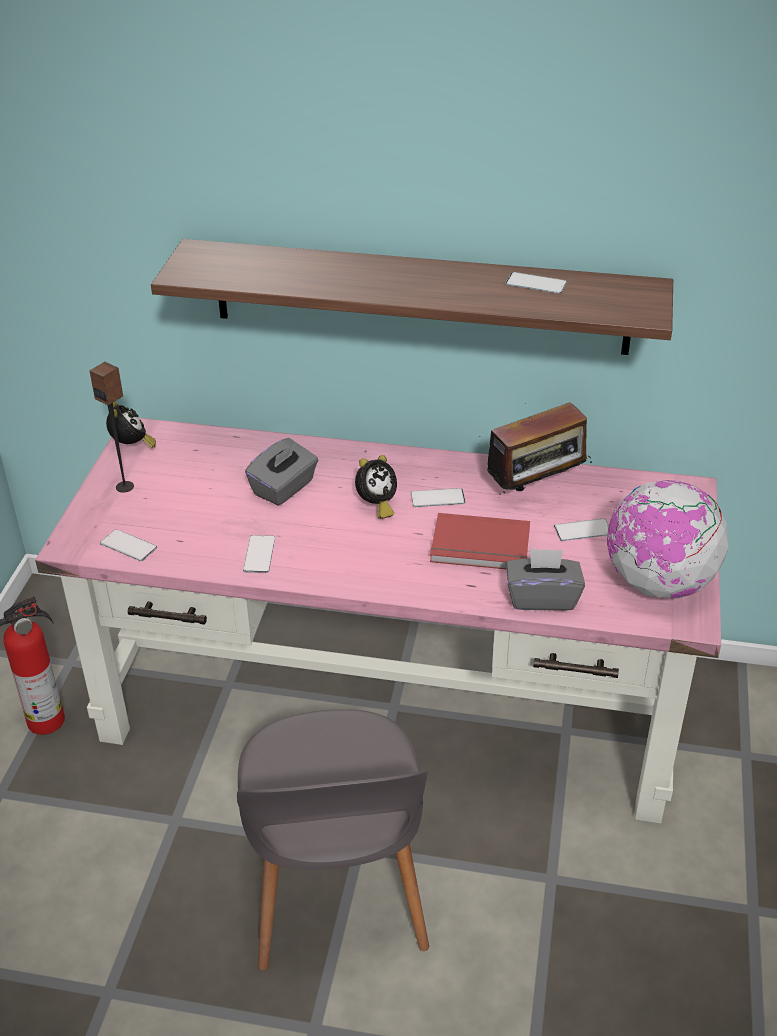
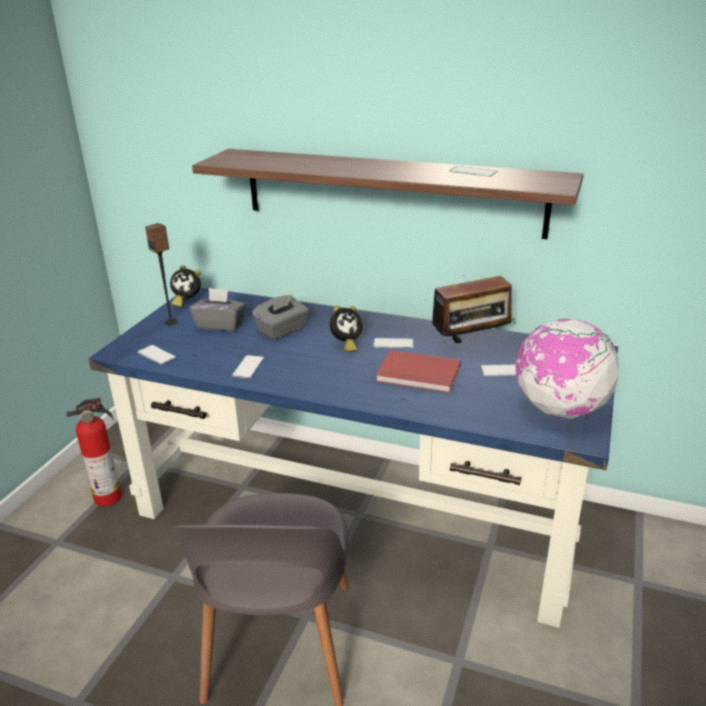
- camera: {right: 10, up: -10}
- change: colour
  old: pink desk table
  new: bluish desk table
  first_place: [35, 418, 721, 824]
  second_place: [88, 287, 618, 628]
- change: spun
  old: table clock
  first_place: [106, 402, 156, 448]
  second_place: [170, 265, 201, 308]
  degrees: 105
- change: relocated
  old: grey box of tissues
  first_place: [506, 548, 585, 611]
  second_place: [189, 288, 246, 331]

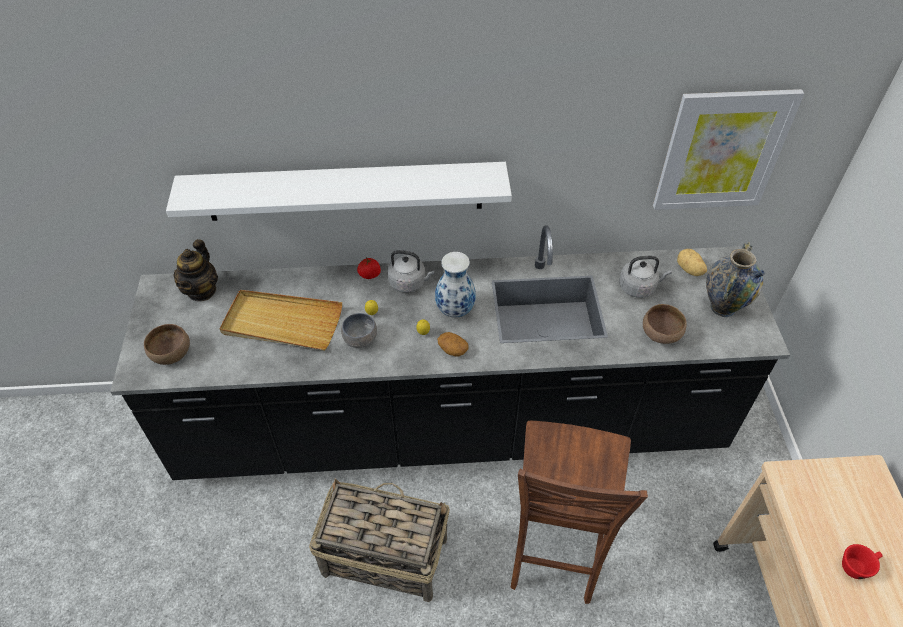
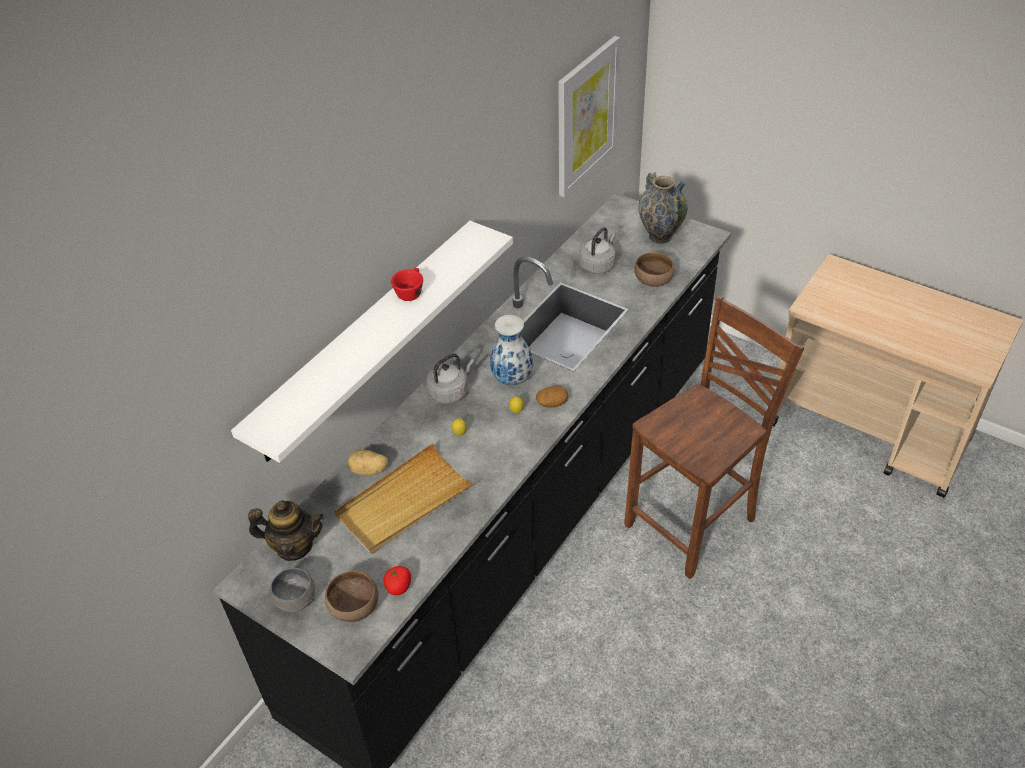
- camera: {right: -50, up: -5}
- change: spun
  old: teapot
  first_place: [173, 239, 218, 301]
  second_place: [248, 501, 325, 561]
  degrees: -45
- change: missing
  old: storage basket
  first_place: [309, 478, 450, 602]
- change: relocated
  old: grey bowl
  first_place: [341, 313, 377, 348]
  second_place: [270, 568, 315, 612]
- change: relocated
  old: fresh tomato
  first_place: [357, 258, 381, 279]
  second_place: [383, 566, 411, 595]
- change: spun
  old: brownish upright chair
  first_place: [511, 421, 648, 604]
  second_place: [624, 296, 804, 579]
  degrees: -90
- change: relocated
  old: potato
  first_place: [677, 249, 707, 276]
  second_place: [348, 450, 388, 475]
- change: relocated
  old: reddish small cup
  first_place: [842, 544, 882, 579]
  second_place: [391, 268, 423, 301]

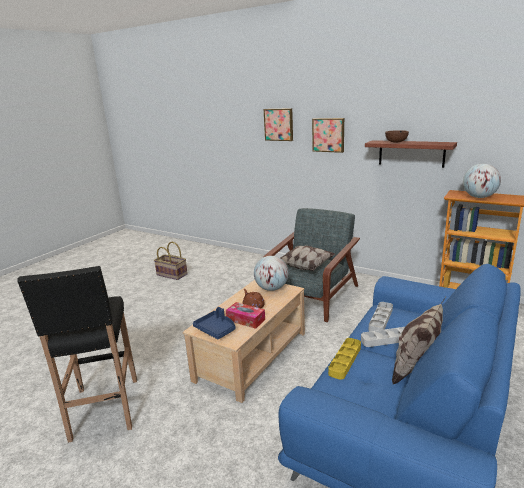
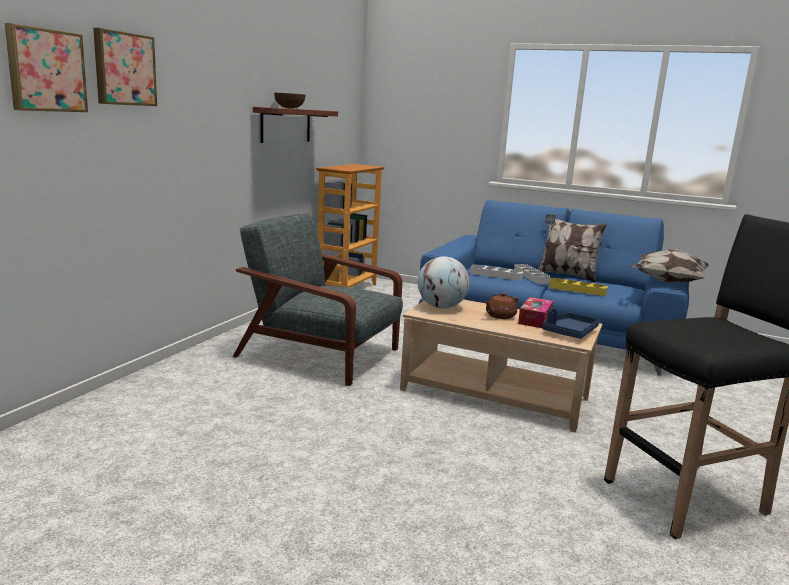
- camera: {right: -100, up: -5}
- change: missing
  old: storage basket
  first_place: [154, 242, 188, 280]
- change: relocated
  old: cushion
  first_place: [280, 246, 335, 271]
  second_place: [629, 249, 710, 283]
- change: relocated
  old: wall picture
  first_place: [312, 118, 344, 153]
  second_place: [5, 23, 88, 112]
- change: missing
  old: desk globe
  first_place: [463, 164, 501, 198]

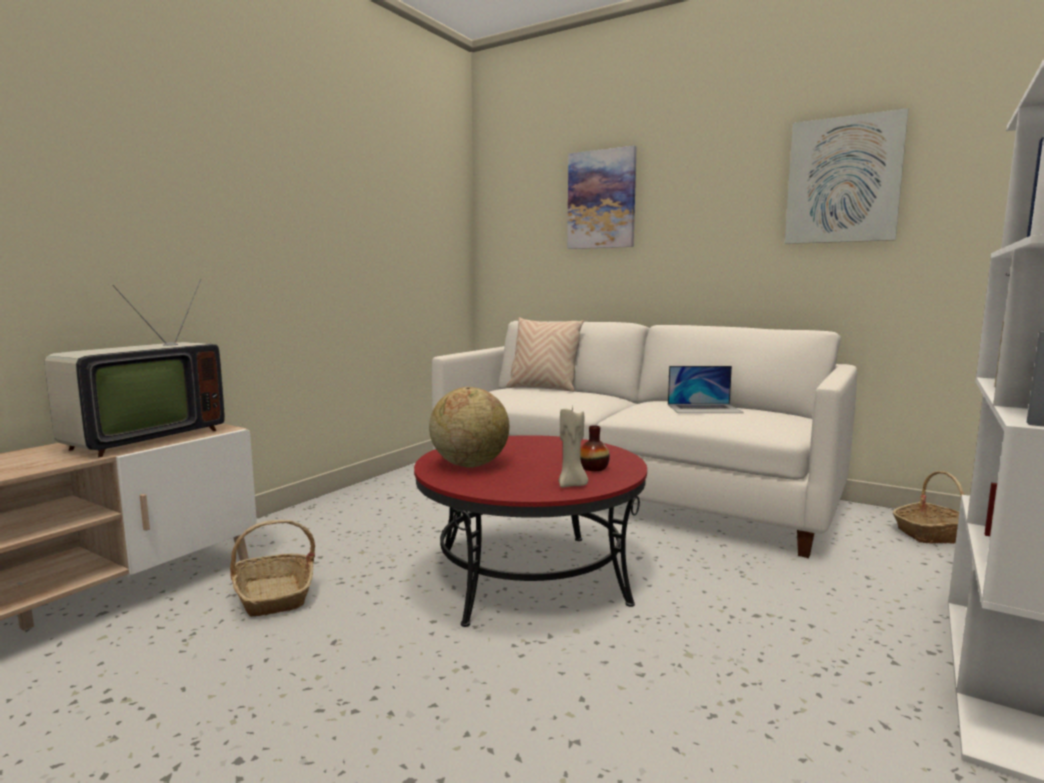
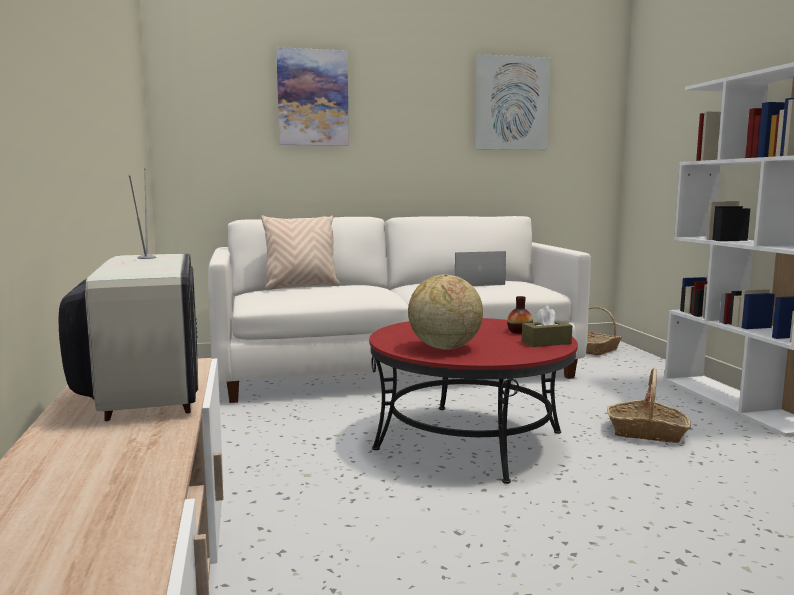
- camera: {right: -45, up: 0}
- change: relocated
  old: storage basket
  first_place: [230, 520, 315, 617]
  second_place: [607, 368, 691, 443]
- change: exchanged
  old: sand-coloured candle
  new: brownish box of tissues
  first_place: [559, 407, 588, 487]
  second_place: [522, 306, 572, 347]
- change: spun
  old: notebook computer
  first_place: [668, 366, 744, 413]
  second_place: [455, 251, 506, 286]
  degrees: -150

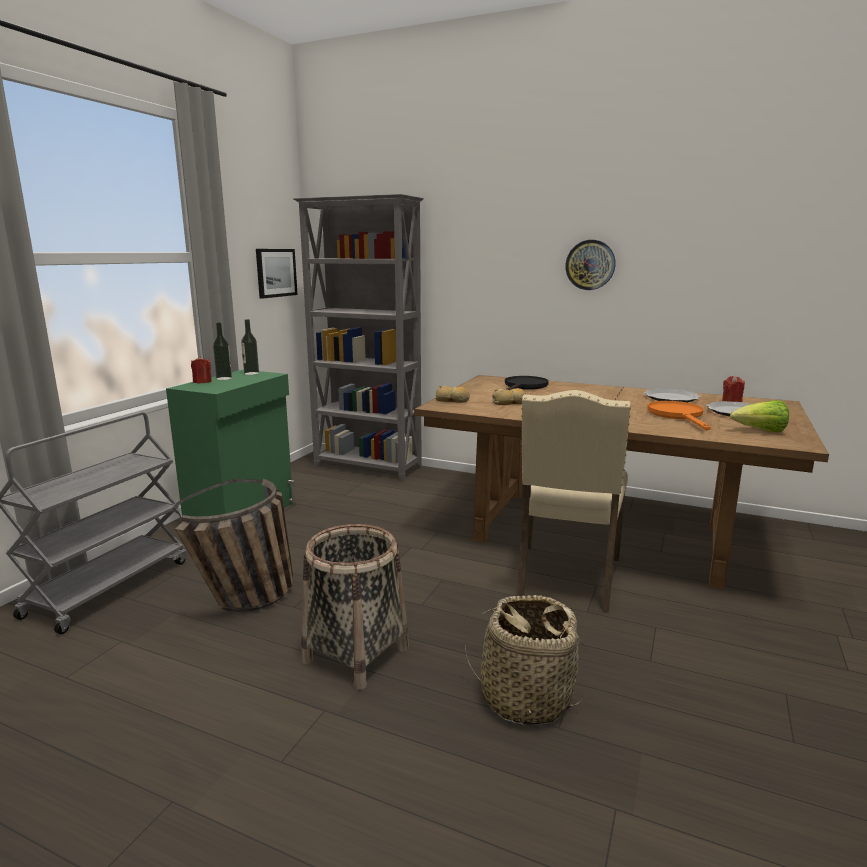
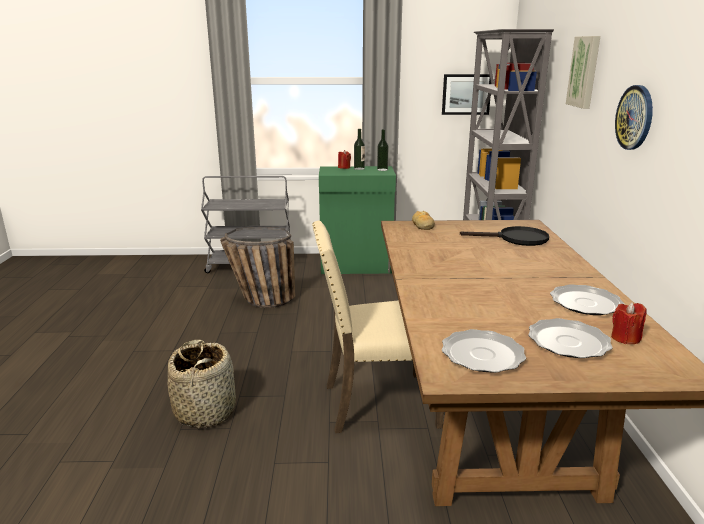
- camera: {right: 65, up: 5}
- change: missing
  old: storage basket
  first_place: [301, 524, 409, 690]
- change: missing
  old: bakery bread
  first_place: [492, 388, 527, 405]
- change: missing
  old: orange-coloured frying pan
  first_place: [647, 401, 711, 431]
- change: exchanged
  old: lettuce head
  new: dinner plate
  first_place: [730, 400, 789, 432]
  second_place: [442, 329, 526, 373]
- change: appeared
  new: wall picture
  second_place: [566, 36, 600, 109]

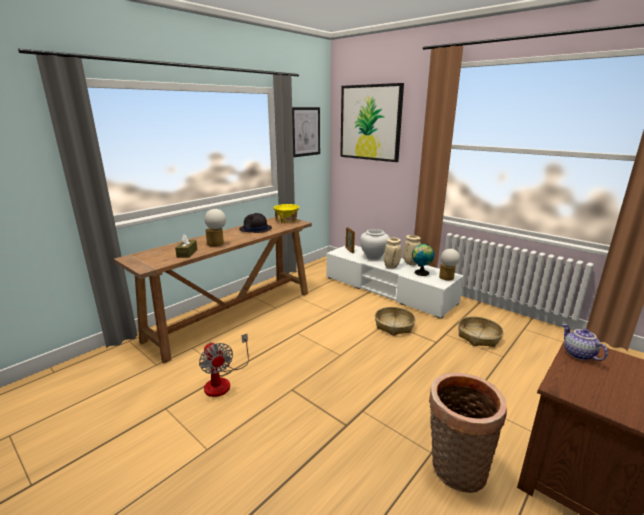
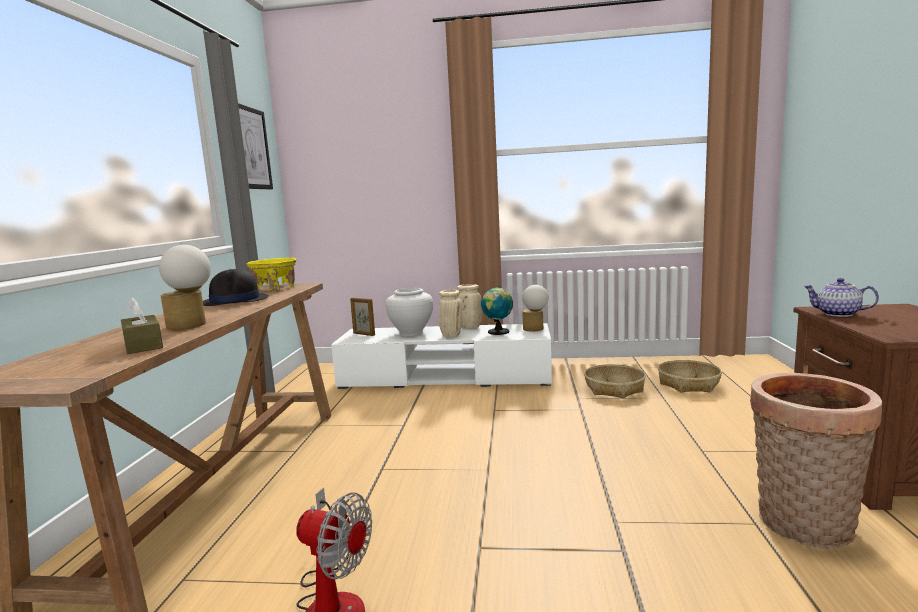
- camera: {right: -35, up: -10}
- change: missing
  old: wall picture
  first_place: [340, 83, 404, 162]
- change: relocated
  old: storage basket
  first_place: [375, 307, 416, 336]
  second_place: [658, 360, 722, 392]

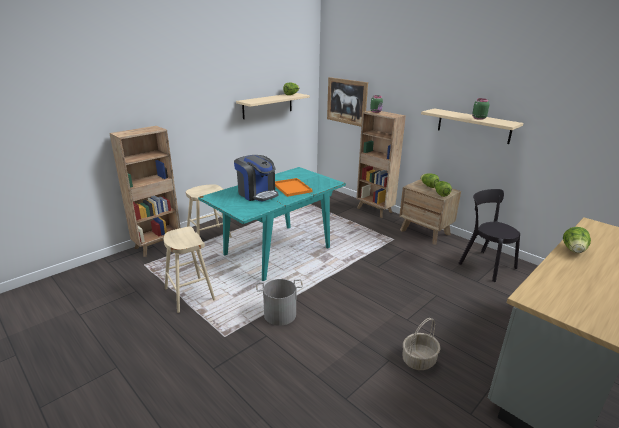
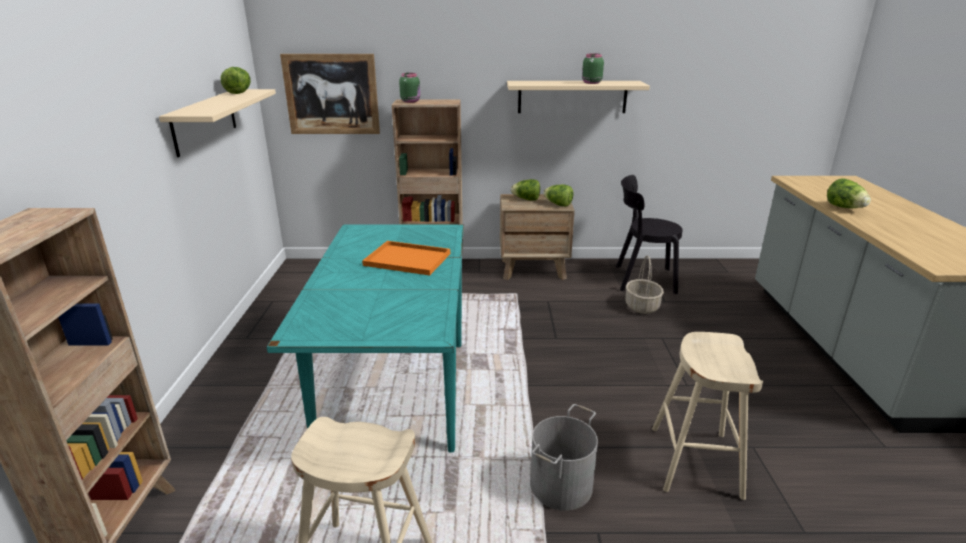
- camera: {right: -45, up: 0}
- change: relocated
  old: sand-coloured stool
  first_place: [186, 184, 232, 238]
  second_place: [652, 332, 763, 500]
- change: missing
  old: coffee brewer
  first_place: [234, 155, 279, 202]
- change: relocated
  old: storage basket
  first_place: [403, 318, 441, 370]
  second_place: [626, 255, 664, 314]

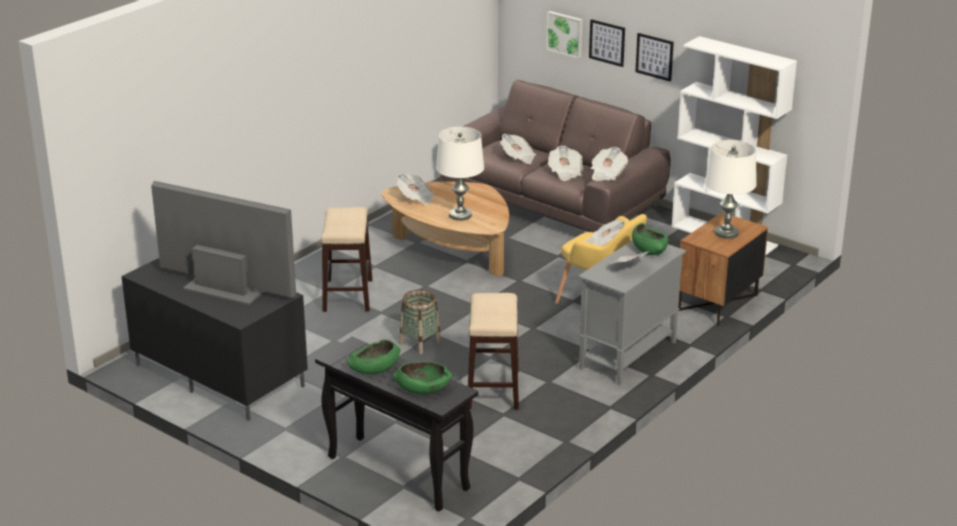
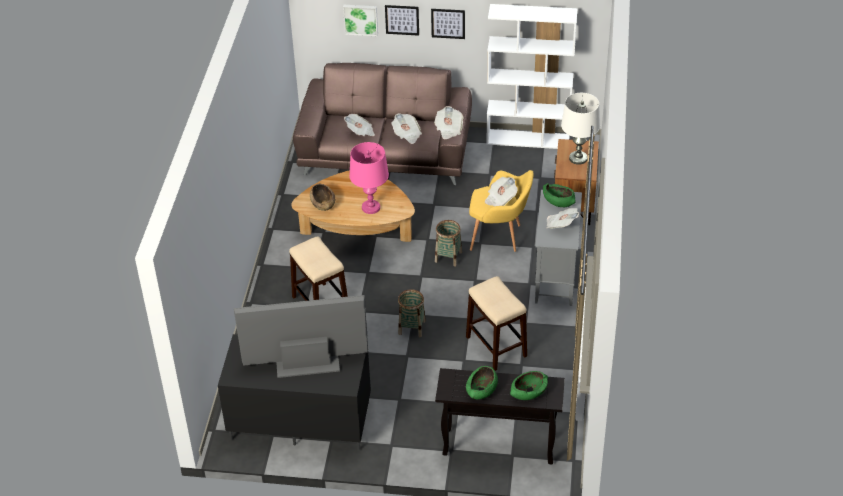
- camera: {right: -30, up: 15}
- change: exchanged
  old: printed paper
  new: brownish bowl
  first_place: [396, 174, 434, 205]
  second_place: [310, 184, 335, 211]
- change: colour
  old: white-coloured table lamp
  new: pink table lamp
  first_place: [436, 127, 484, 221]
  second_place: [349, 142, 389, 214]
- change: appeared
  new: storage basket
  second_place: [435, 220, 462, 267]

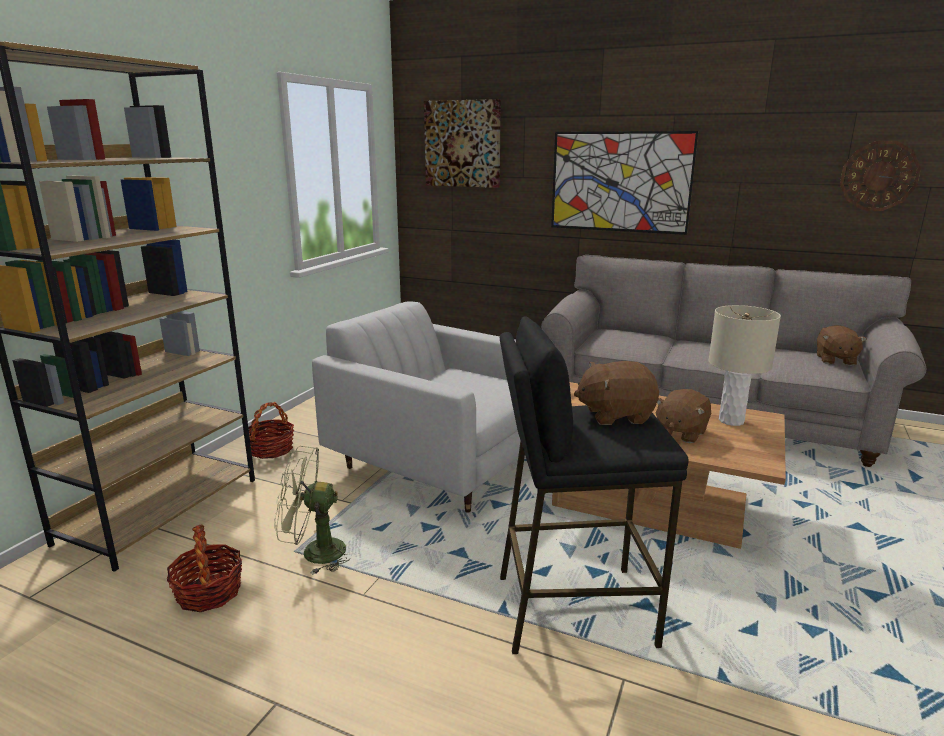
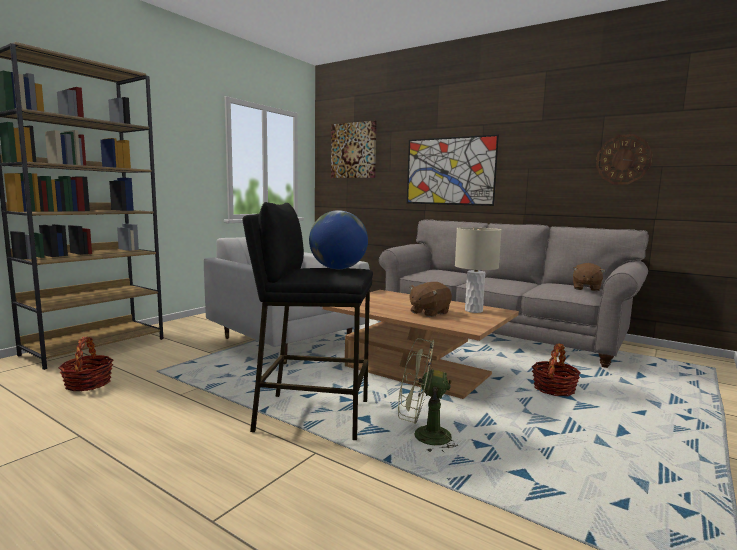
- camera: {right: 10, up: -10}
- change: relocated
  old: storage basket
  first_place: [248, 402, 294, 459]
  second_place: [532, 344, 581, 396]
- change: relocated
  old: greenish electric fan
  first_place: [274, 446, 350, 575]
  second_place: [398, 338, 458, 452]
- change: exchanged
  old: brownish plush toy
  new: desk globe
  first_place: [574, 361, 659, 425]
  second_place: [309, 210, 368, 269]

